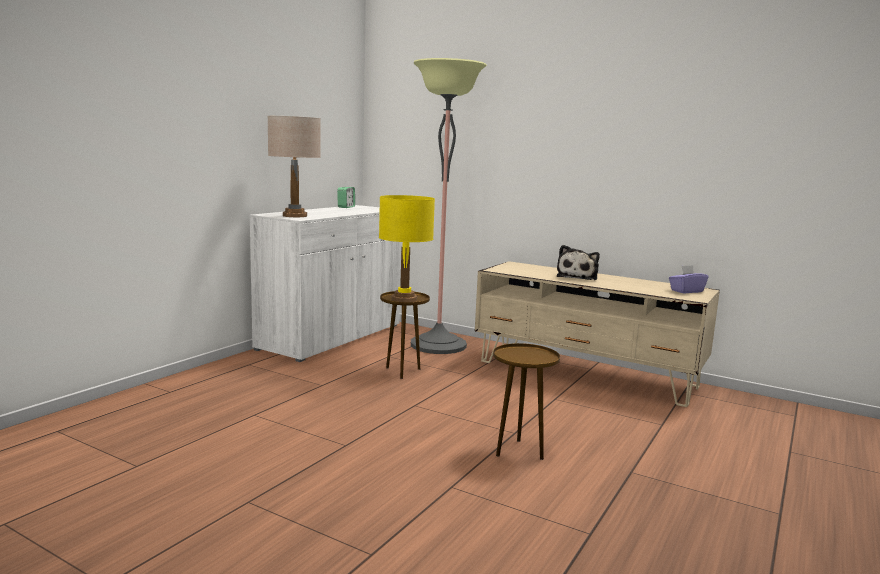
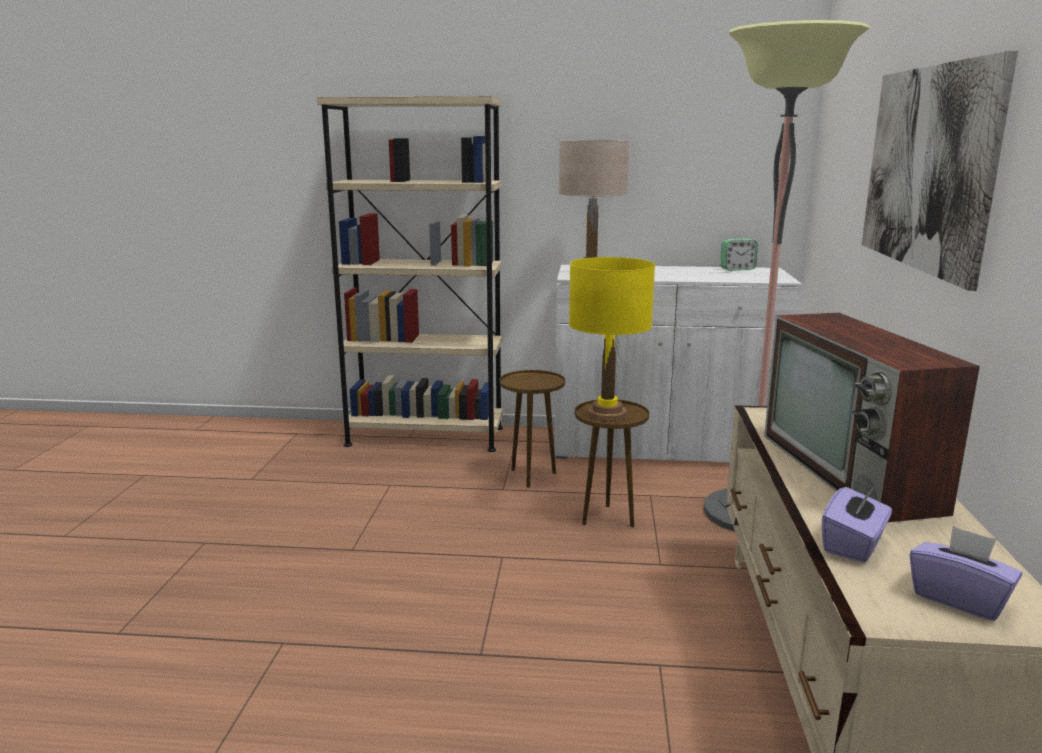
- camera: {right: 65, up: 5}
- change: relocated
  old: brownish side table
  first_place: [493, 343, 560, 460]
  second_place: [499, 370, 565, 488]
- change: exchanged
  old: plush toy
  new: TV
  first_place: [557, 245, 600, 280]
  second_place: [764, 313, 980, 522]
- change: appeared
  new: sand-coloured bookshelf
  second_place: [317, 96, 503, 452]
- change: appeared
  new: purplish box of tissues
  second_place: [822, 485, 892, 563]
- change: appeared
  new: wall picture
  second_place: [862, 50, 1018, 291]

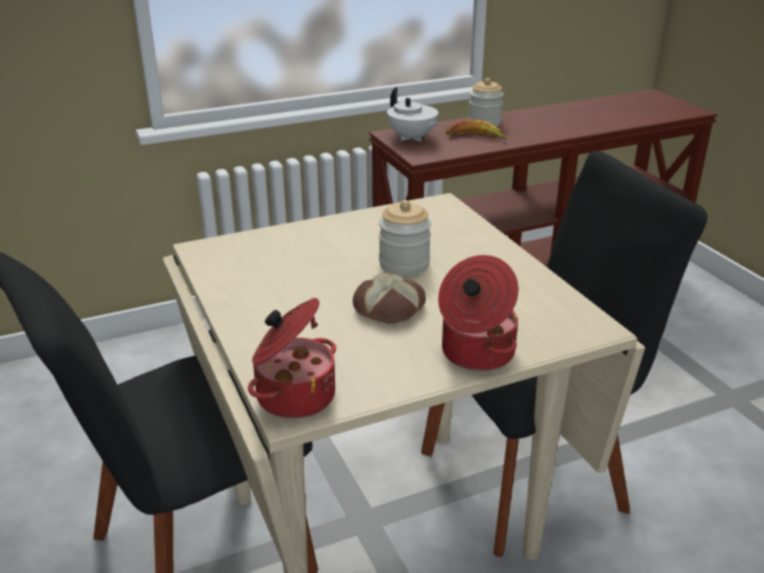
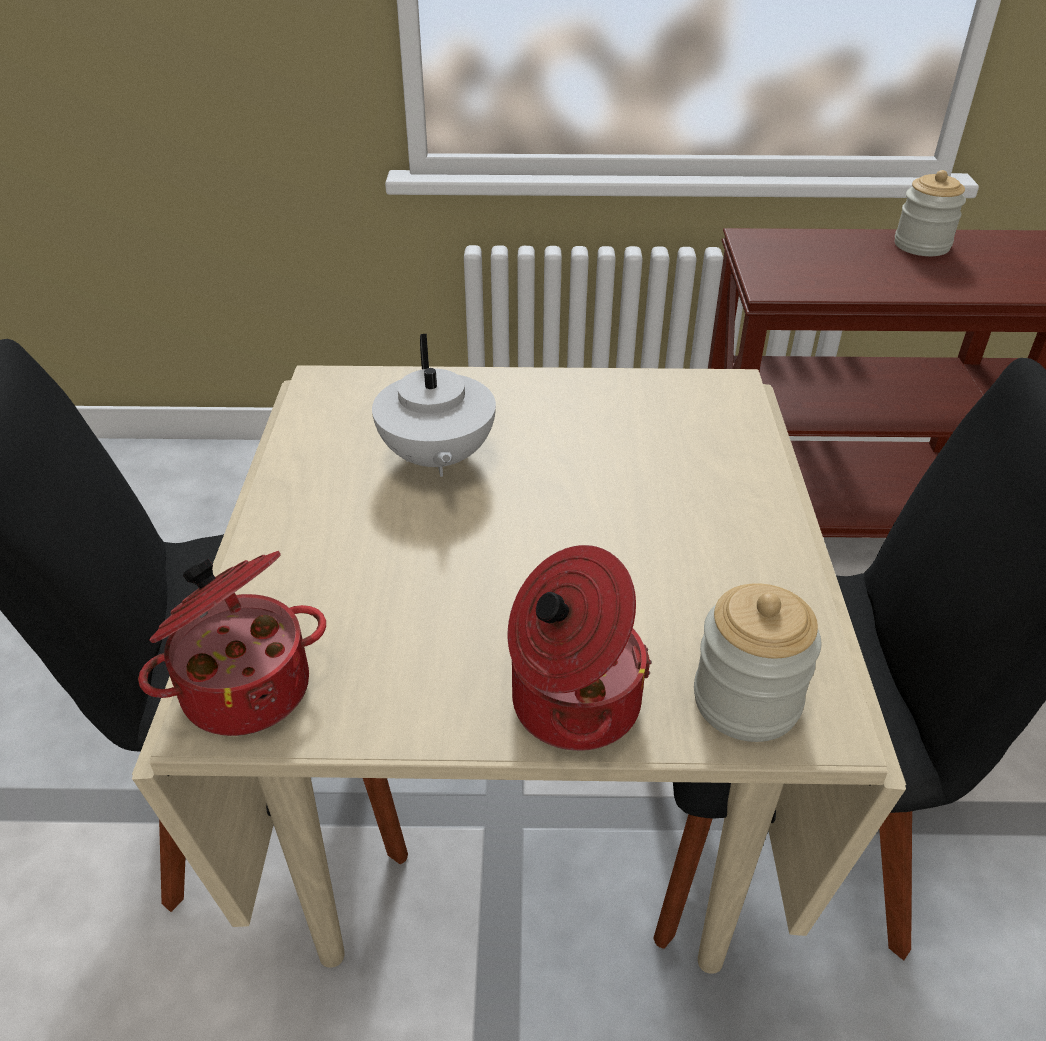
- camera: {right: 25, up: 10}
- change: missing
  old: bakery bread
  first_place: [353, 272, 426, 324]
- change: relocated
  old: preserve jar
  first_place: [379, 200, 431, 276]
  second_place: [694, 583, 821, 742]
- change: relocated
  old: white-coloured teapot
  first_place: [387, 87, 439, 142]
  second_place: [372, 334, 496, 477]
- change: missing
  old: whole banana
  first_place: [446, 119, 507, 139]

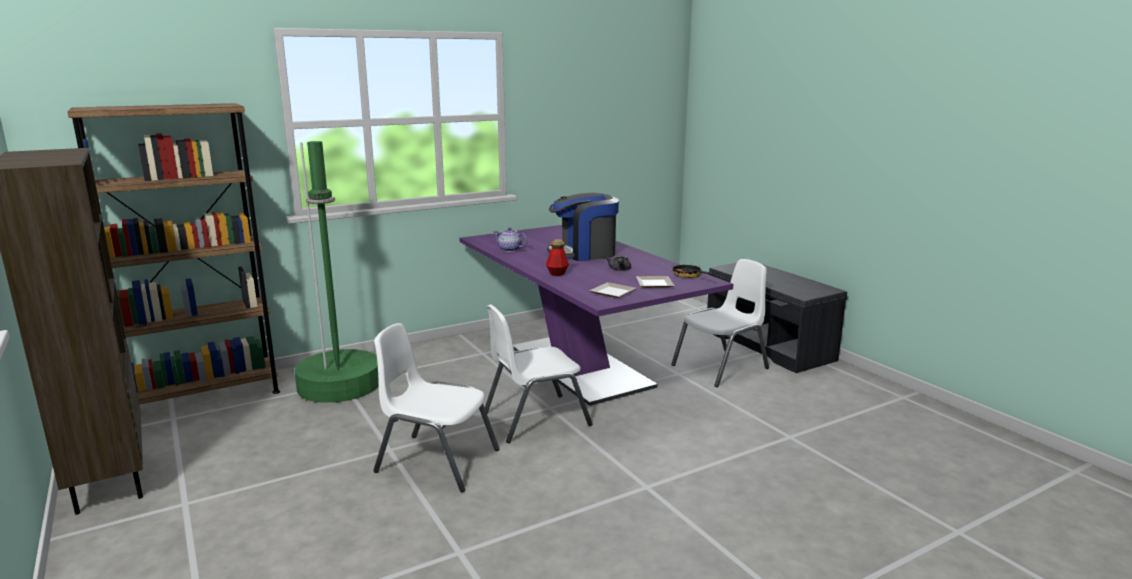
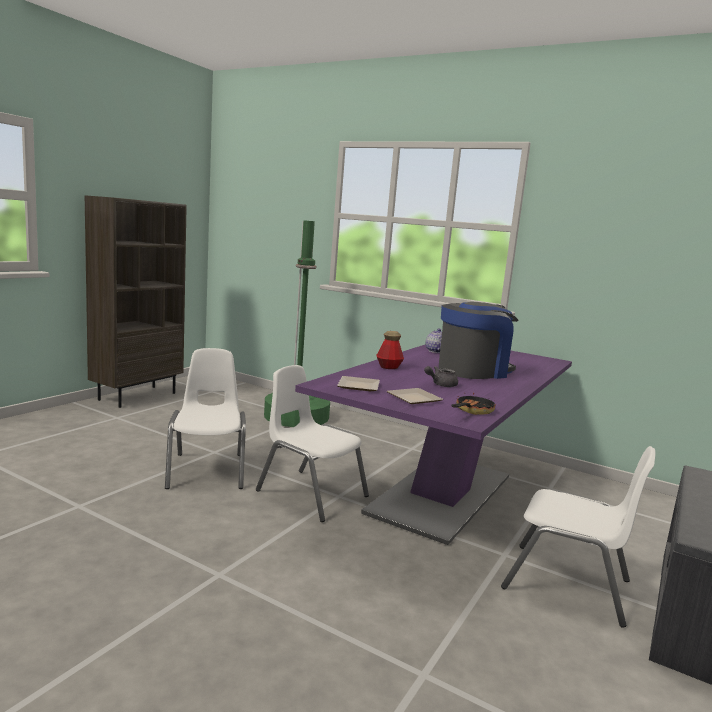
- camera: {right: 60, up: -5}
- change: missing
  old: brownish bookshelf
  first_place: [67, 103, 280, 404]
- change: spun
  old: coffee brewer
  first_place: [547, 192, 619, 261]
  second_place: [438, 302, 518, 379]
  degrees: 105

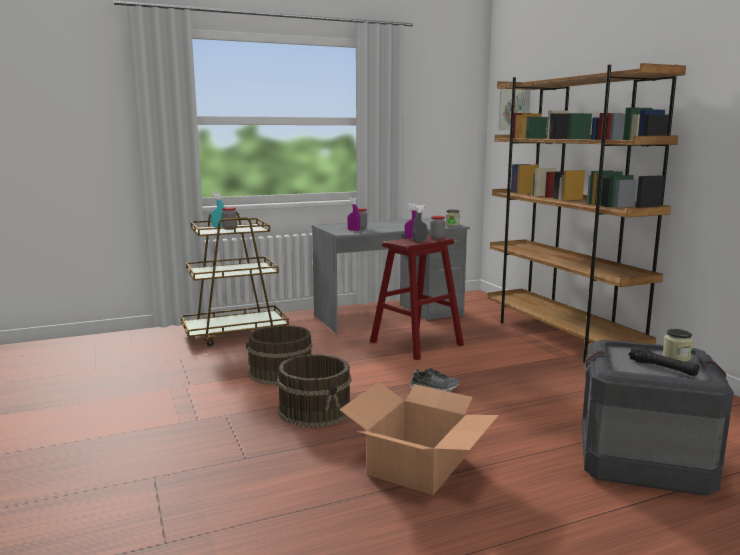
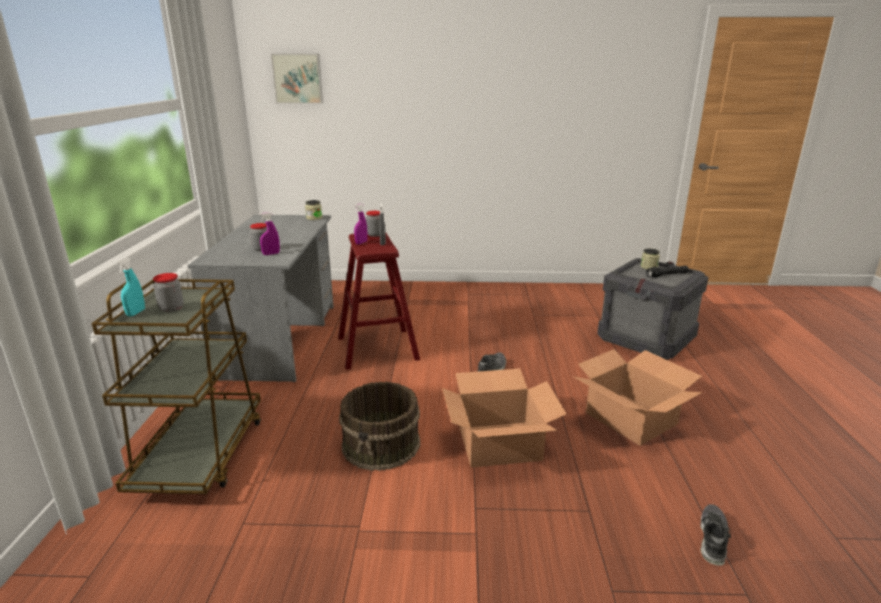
- camera: {right: -65, up: 10}
- change: exchanged
  old: brownish bucket
  new: cardboard box
  first_place: [277, 354, 352, 428]
  second_place: [442, 369, 567, 468]
- change: missing
  old: brownish bookshelf
  first_place: [488, 63, 686, 363]
- change: appeared
  new: low shoe
  second_place: [700, 504, 731, 566]

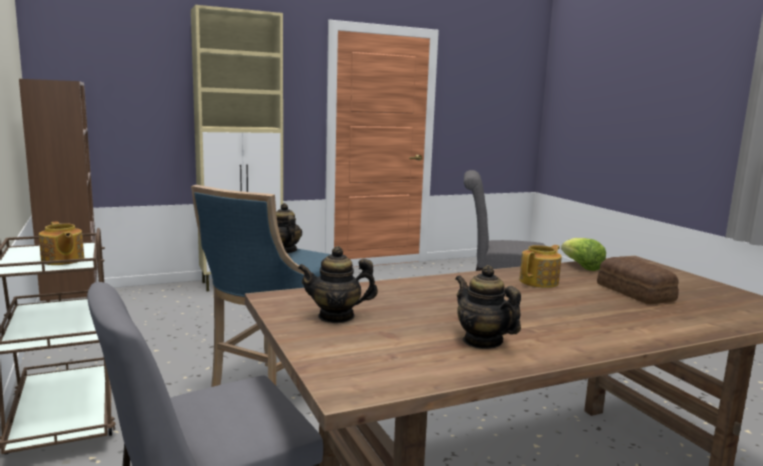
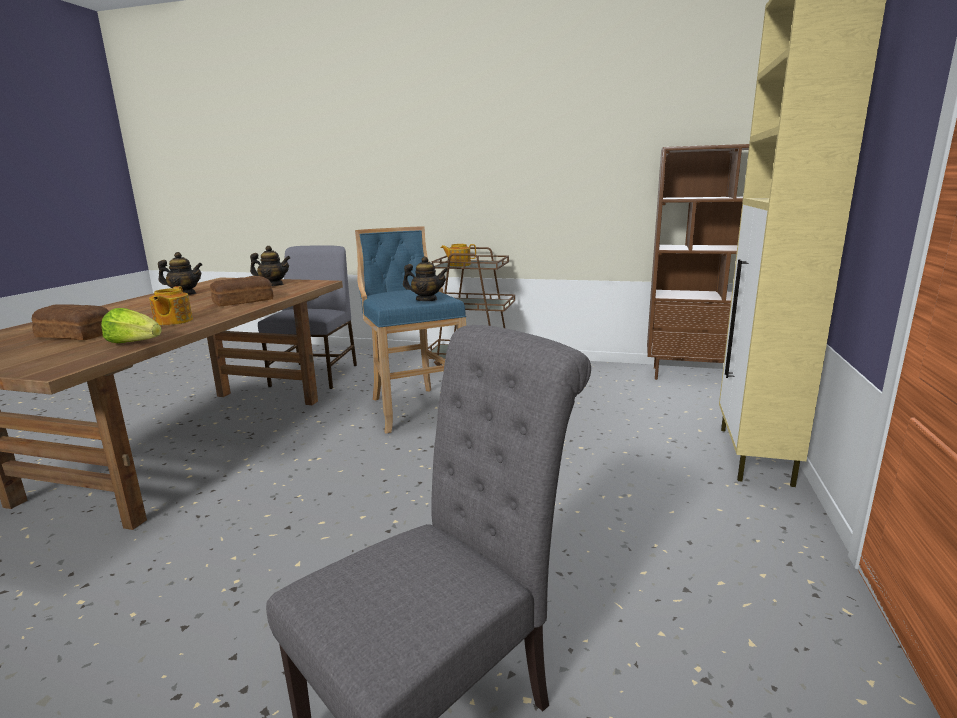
- camera: {right: 130, up: 5}
- change: spun
  old: teapot
  first_place: [298, 246, 378, 323]
  second_place: [250, 246, 290, 286]
  degrees: 60
- change: appeared
  new: bakery bread
  second_place: [210, 276, 273, 306]

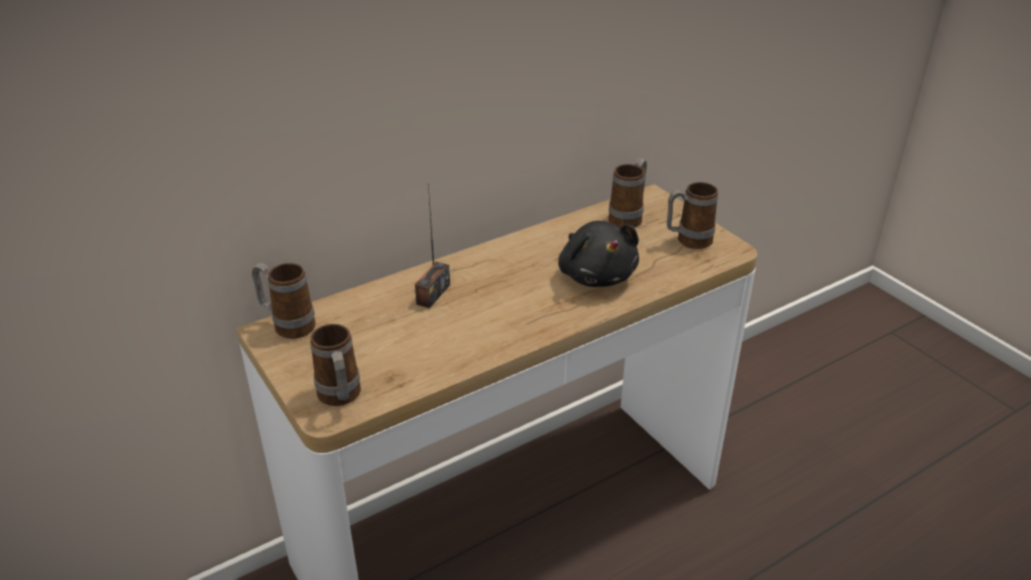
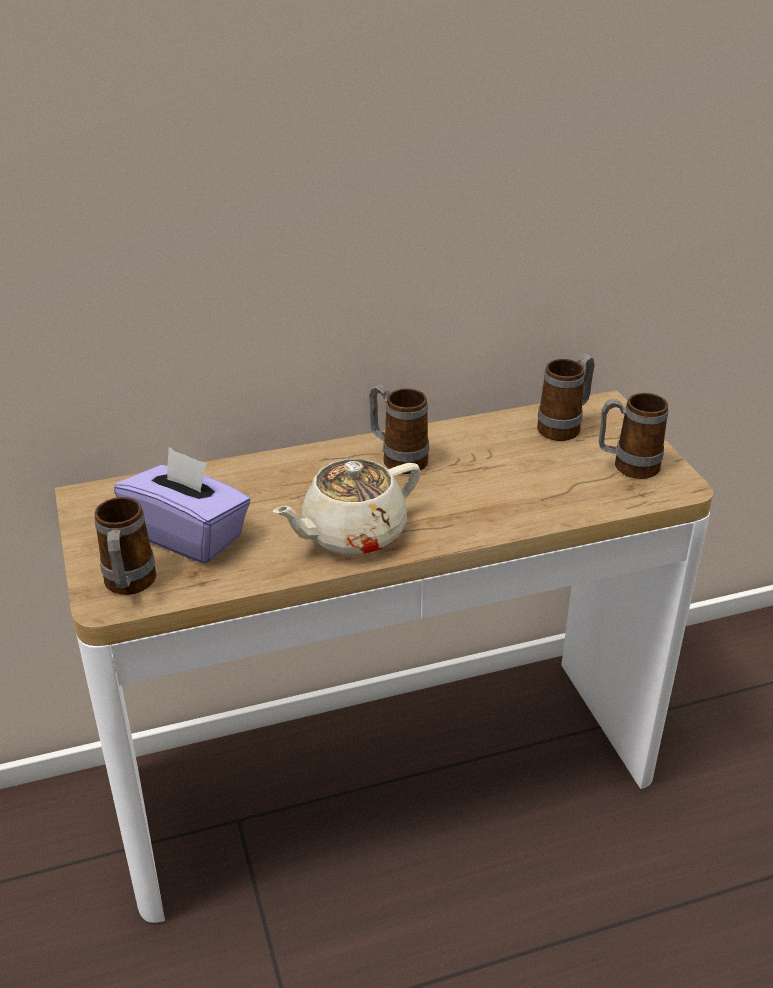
- camera: {right: 15, up: 0}
- change: relocated
  old: tea mug
  first_place: [252, 263, 316, 339]
  second_place: [369, 385, 429, 474]
- change: missing
  old: radio set
  first_place: [415, 183, 450, 308]
- change: missing
  old: black-coloured plush toy
  first_place: [558, 221, 639, 287]
- change: appeared
  new: purplish box of tissues
  second_place: [114, 447, 251, 564]
- change: appeared
  new: sand-coloured teapot
  second_place: [273, 459, 421, 556]

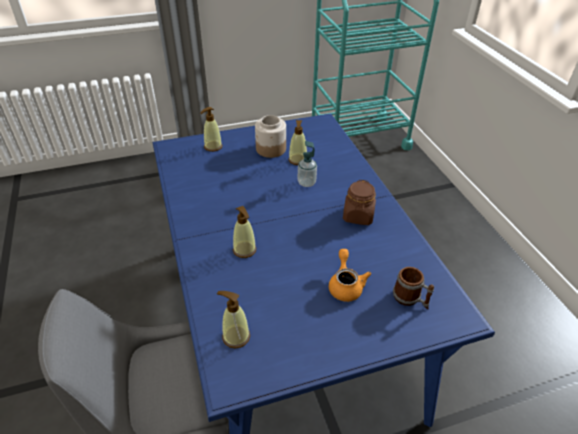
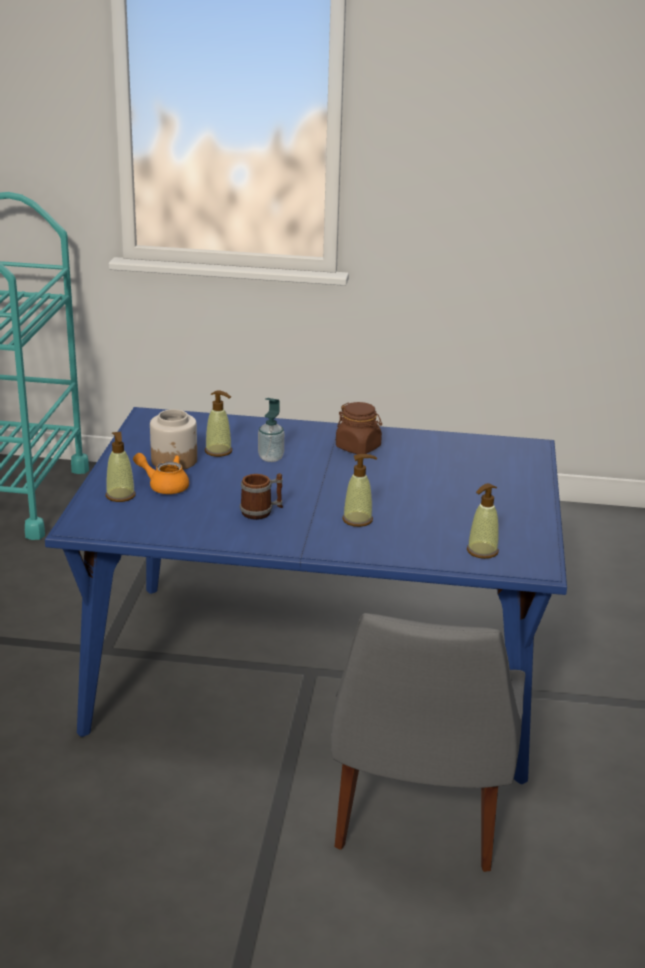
- camera: {right: -65, up: -15}
- change: relocated
  old: orange-coloured teapot
  first_place: [329, 249, 371, 302]
  second_place: [133, 453, 189, 494]
- change: relocated
  old: tea mug
  first_place: [393, 267, 434, 309]
  second_place: [240, 473, 283, 520]

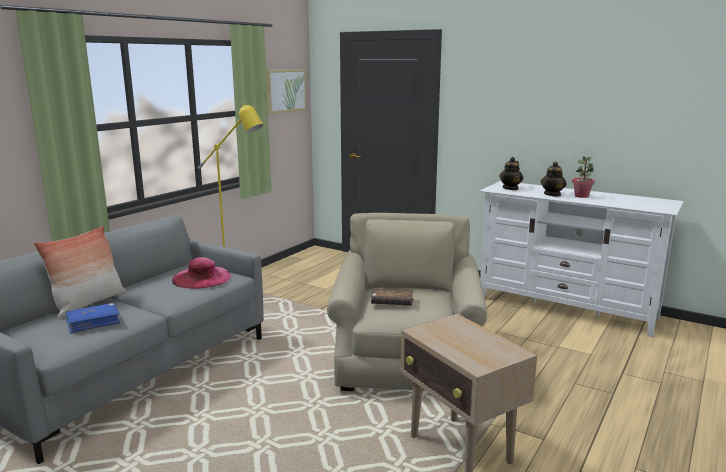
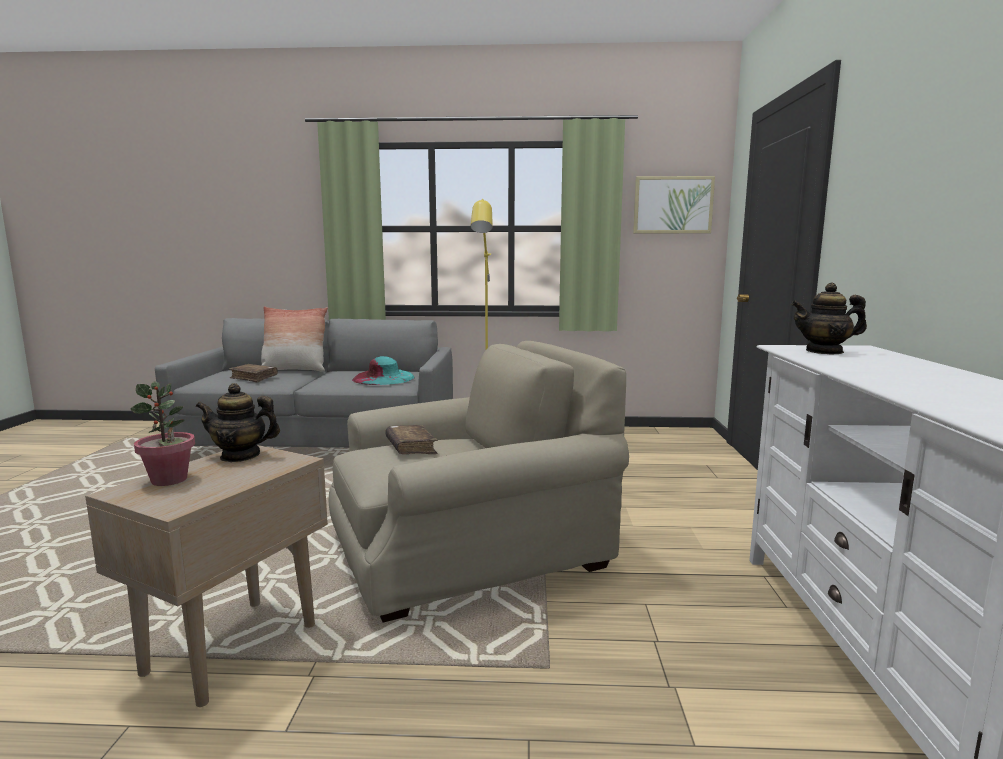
- camera: {right: 60, up: -5}
- change: colour
  old: bluish volume
  new: brownish volume
  first_place: [66, 303, 120, 333]
  second_place: [229, 364, 278, 382]
- change: colour
  old: pink wearable hat
  new: turquoise wearable hat
  first_place: [172, 257, 231, 289]
  second_place: [352, 356, 415, 385]
- change: relocated
  old: teapot
  first_place: [541, 162, 567, 197]
  second_place: [196, 383, 280, 462]
- change: relocated
  old: houseplant
  first_place: [572, 156, 595, 198]
  second_place: [130, 381, 195, 486]

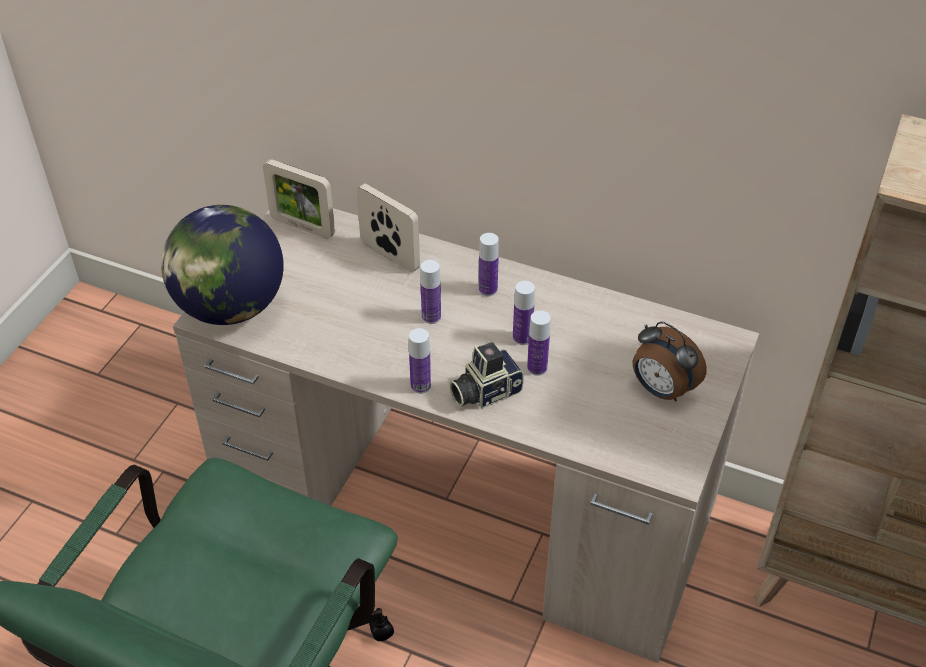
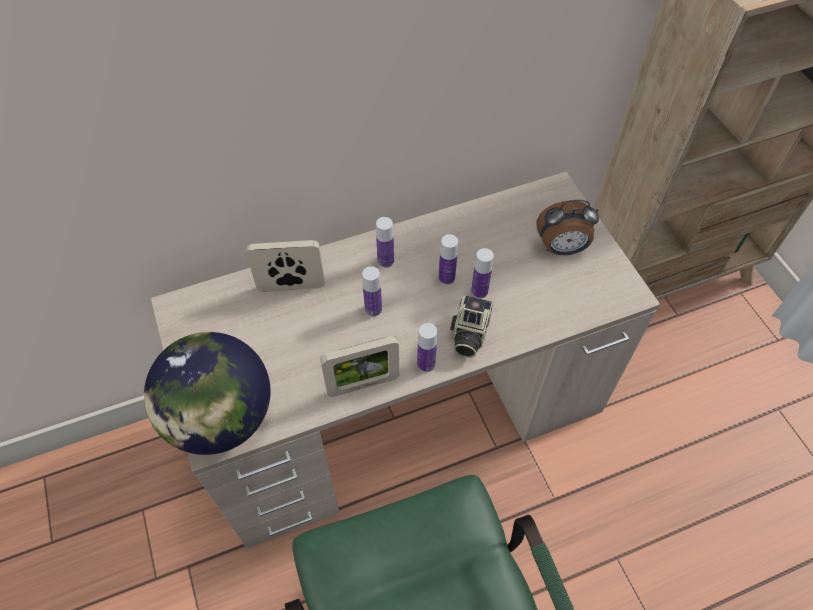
- camera: {right: -45, up: 10}
- change: relocated
  old: photo frame
  first_place: [263, 159, 335, 239]
  second_place: [320, 336, 399, 397]

